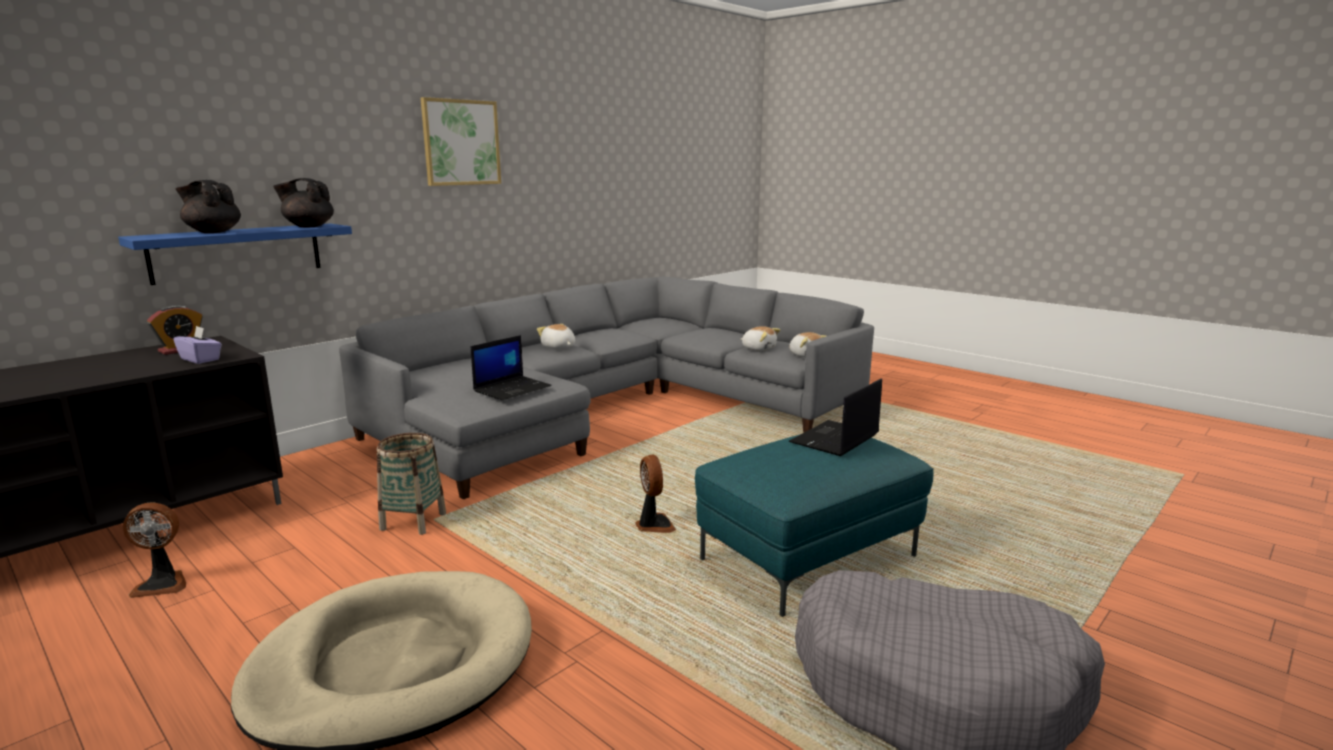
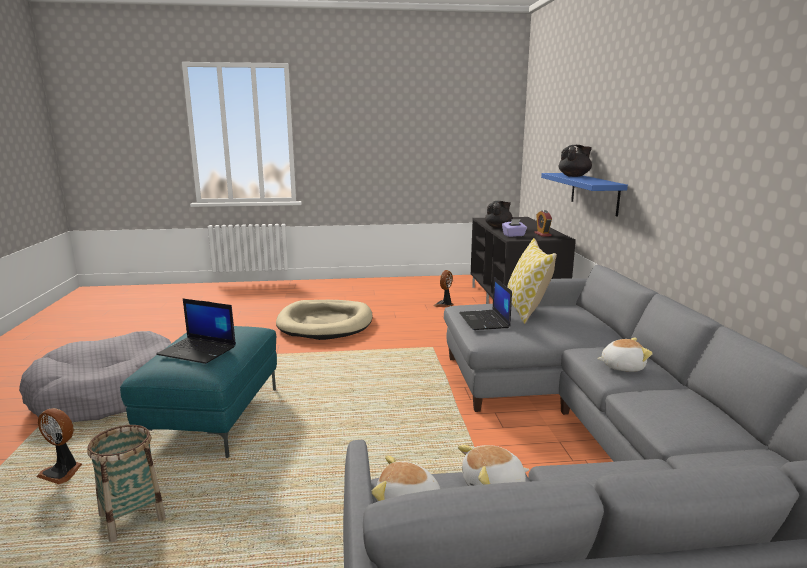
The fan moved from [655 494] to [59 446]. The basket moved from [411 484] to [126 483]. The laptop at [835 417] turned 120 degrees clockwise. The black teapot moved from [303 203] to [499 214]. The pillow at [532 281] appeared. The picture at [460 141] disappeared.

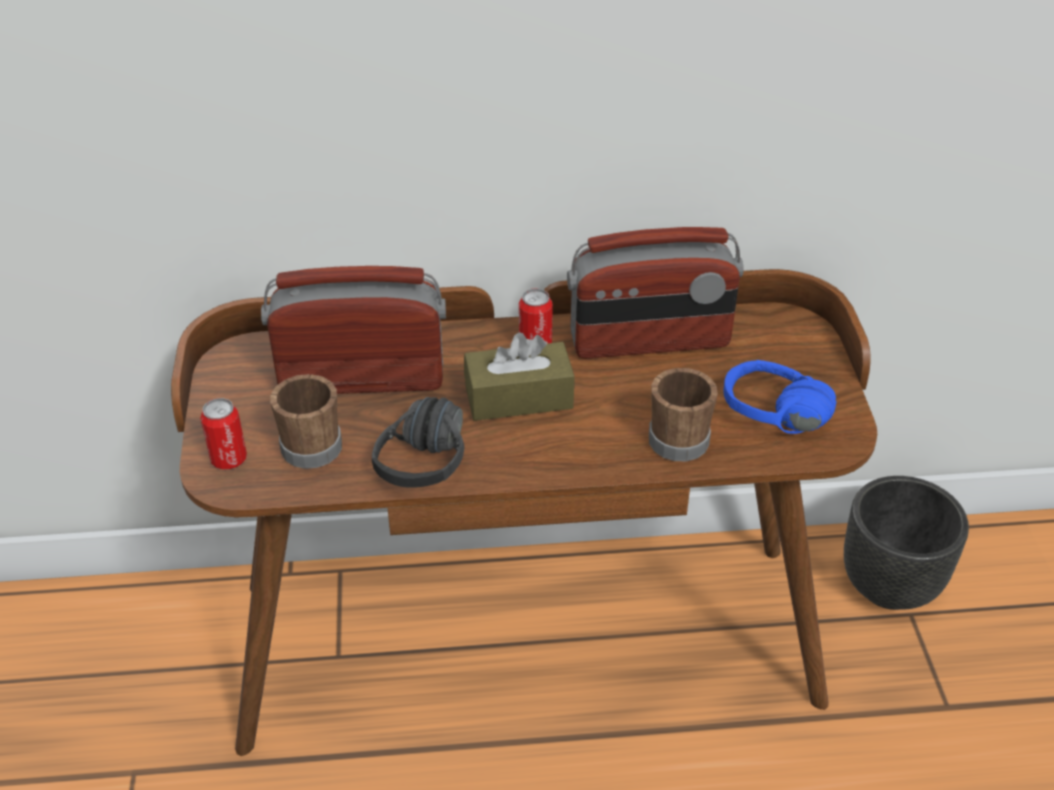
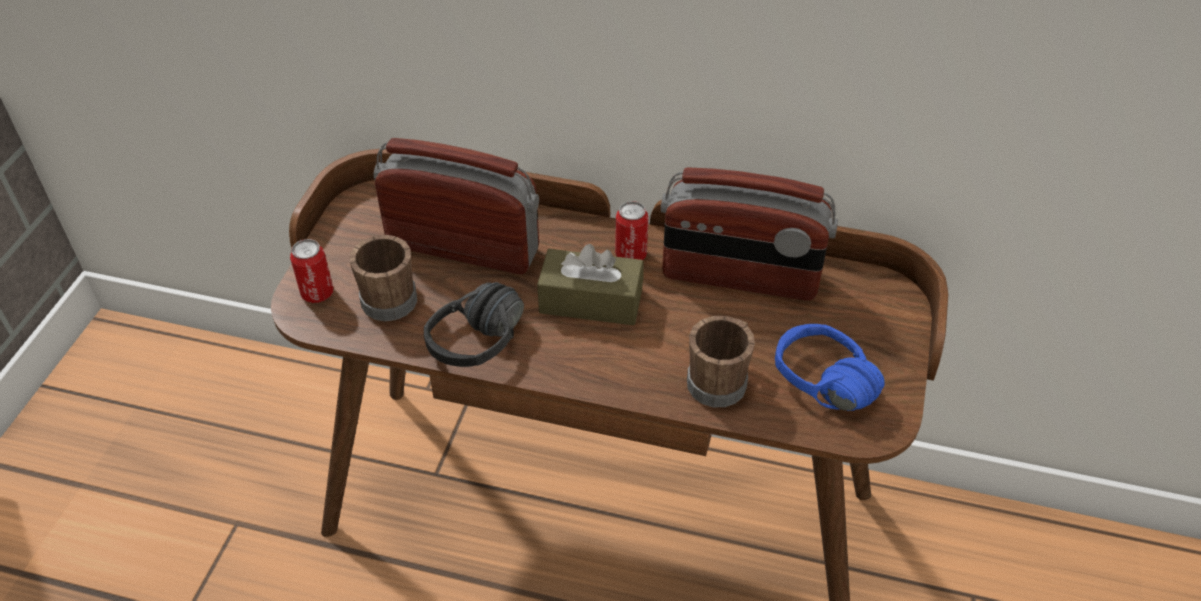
The black planter at [906 543] disappeared.

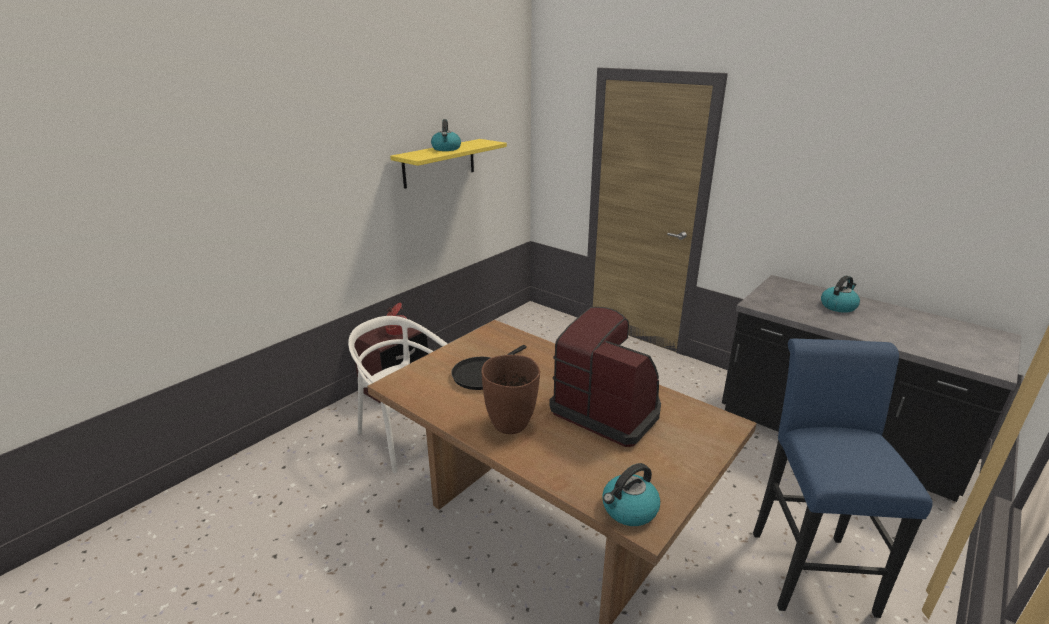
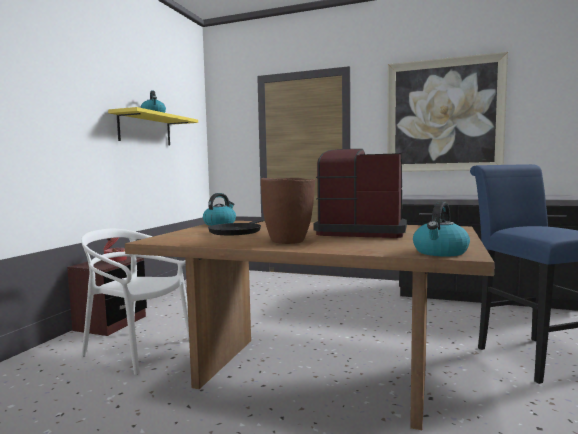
The kettle moved from [840 294] to [219 209]. The picture at [447 112] appeared.

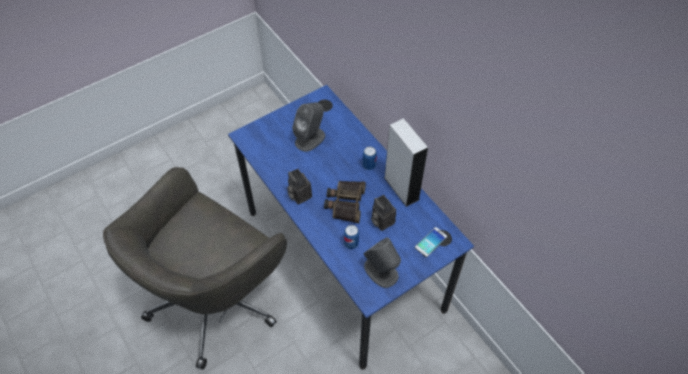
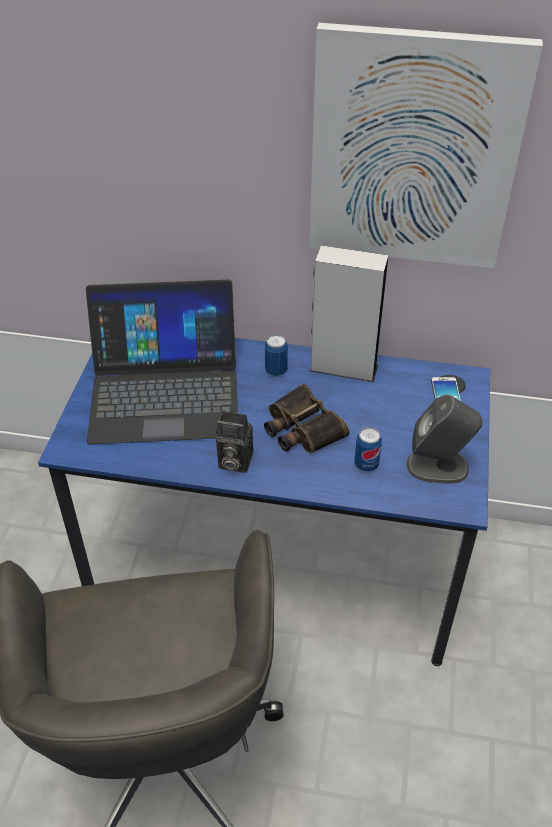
The grey speaker at [308 127] was replaced by the laptop at [162 362]. The picture at [426 145] appeared. The photo camera at [383 213] disappeared.

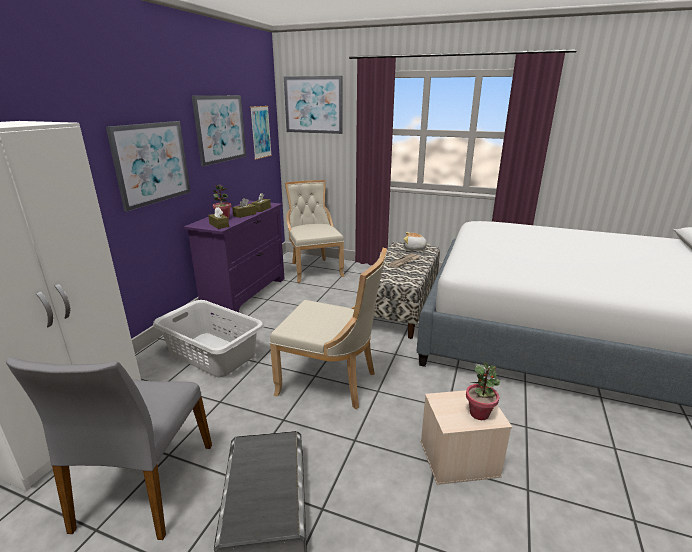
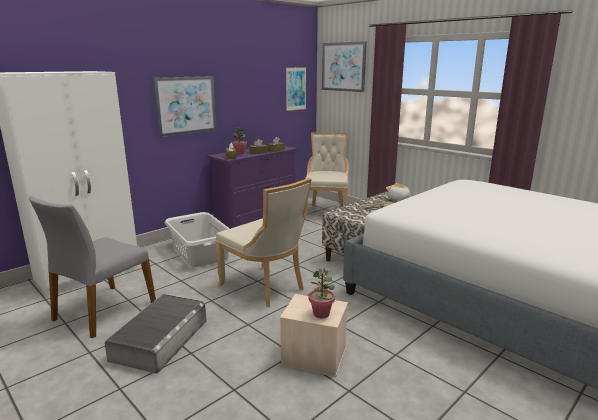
The picture at [219 130] disappeared.

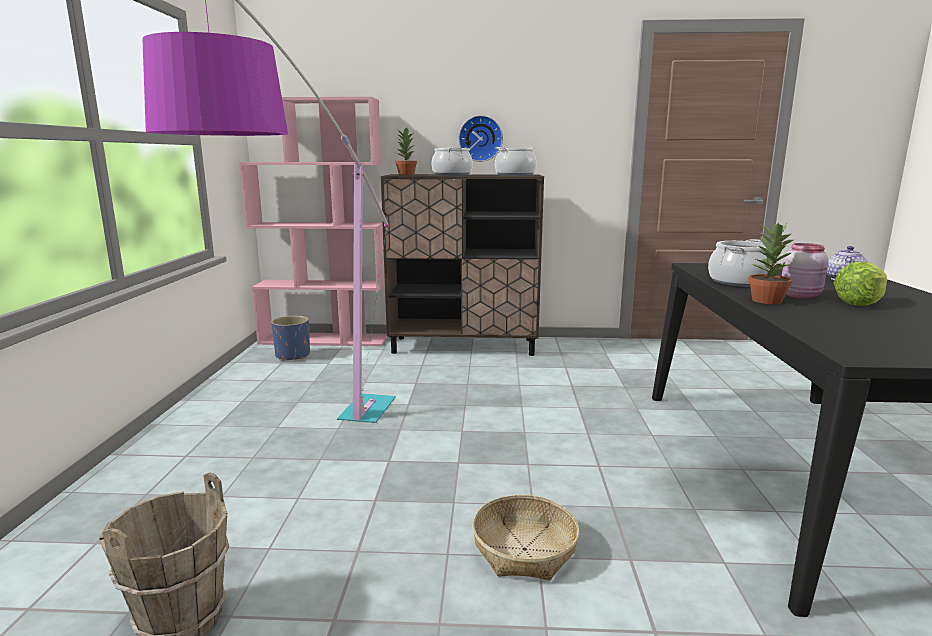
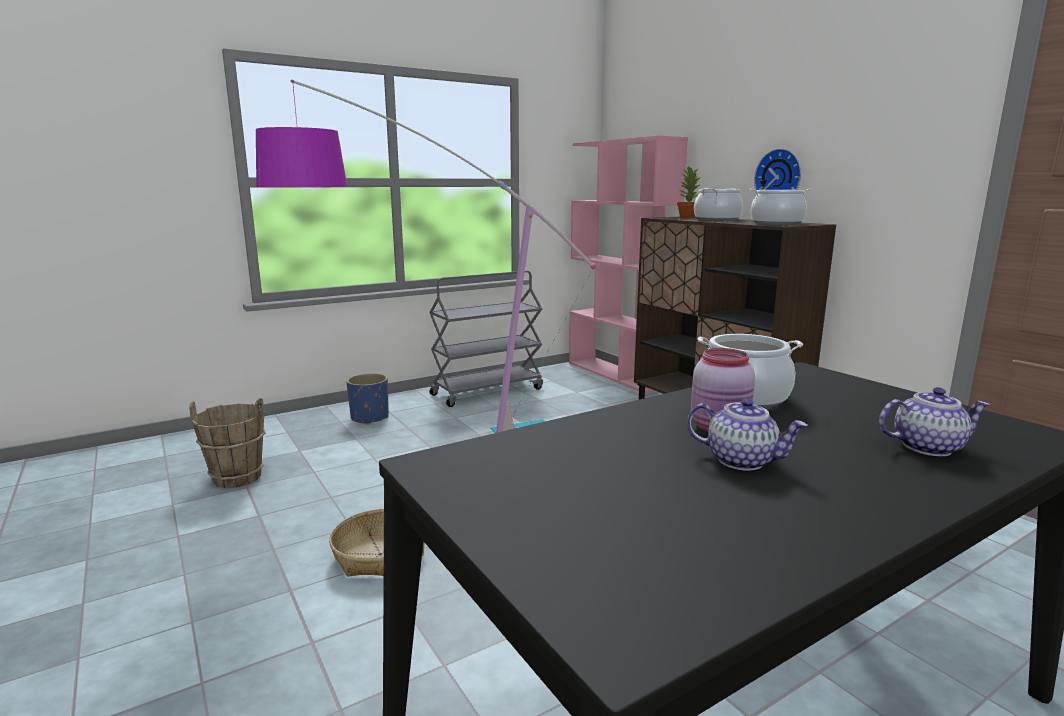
The blue planter moved from [290 338] to [367 399]. The grey cart at [486 339] appeared. The lettuce at [860 283] was replaced by the teapot at [747 434]. The potted plant at [771 263] disappeared.

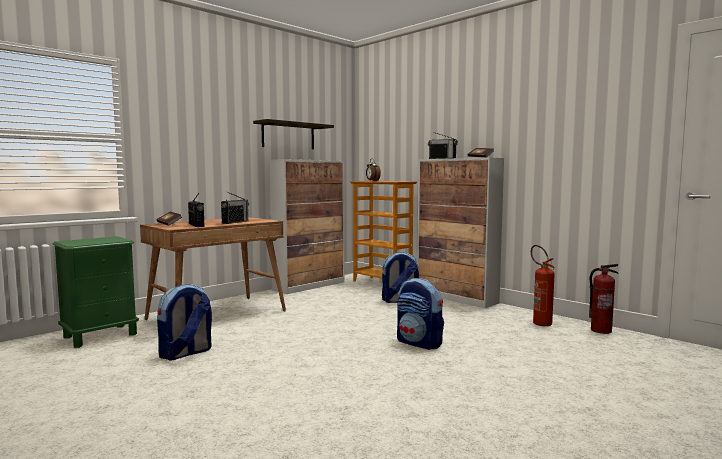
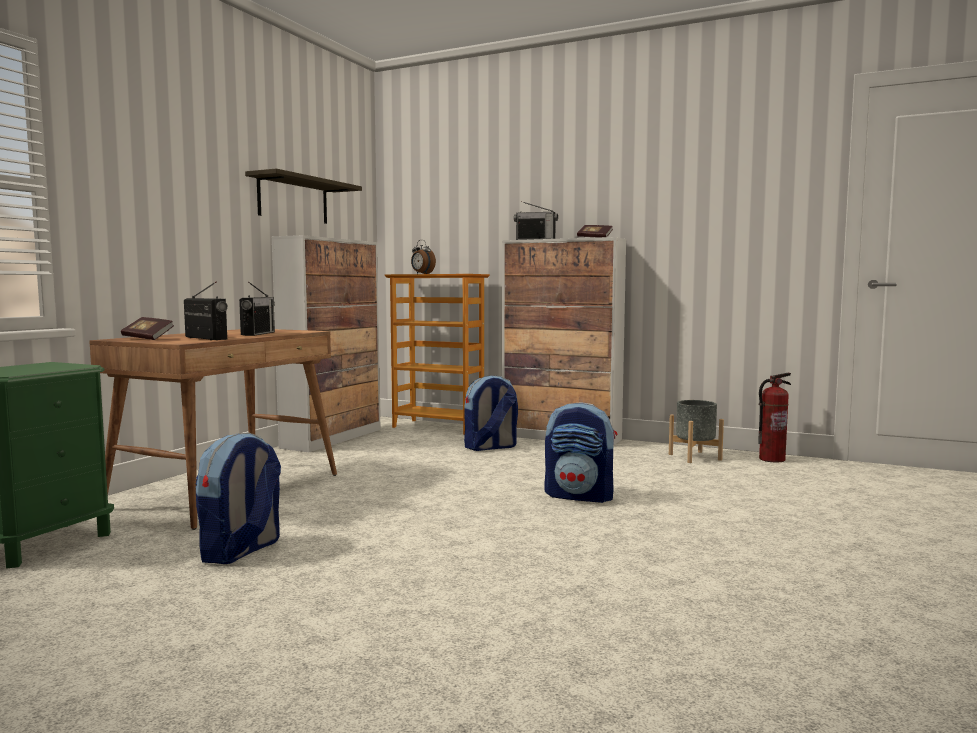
The fire extinguisher at [543 285] was replaced by the grey planter at [696 431].

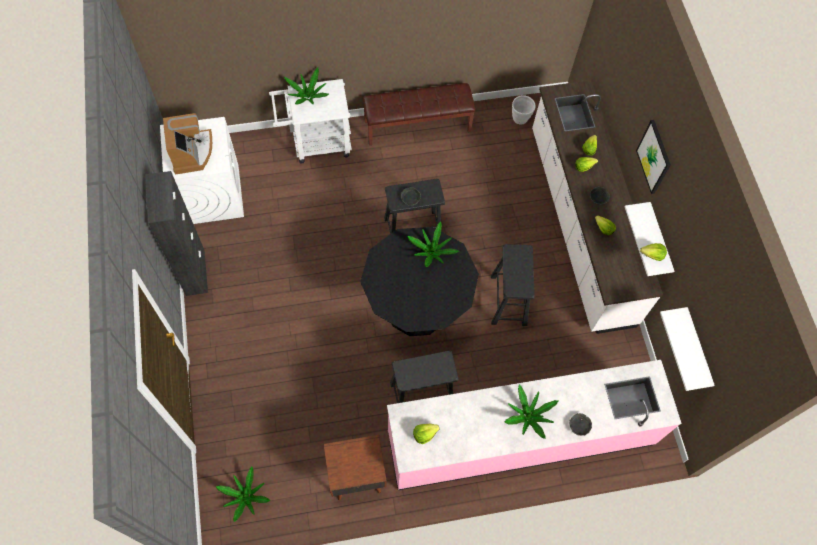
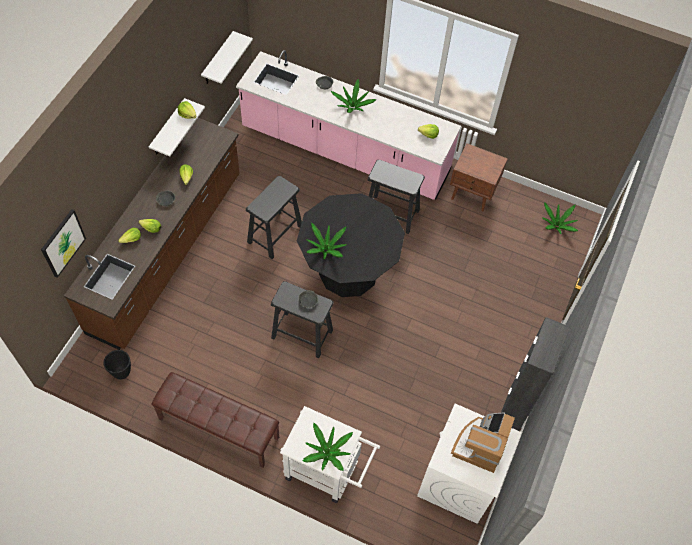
The picture moved from [653 157] to [63 243]. The white counter at [597 207] became the brown counter at [152 234]. The white planter at [524 109] became the black planter at [117 365].

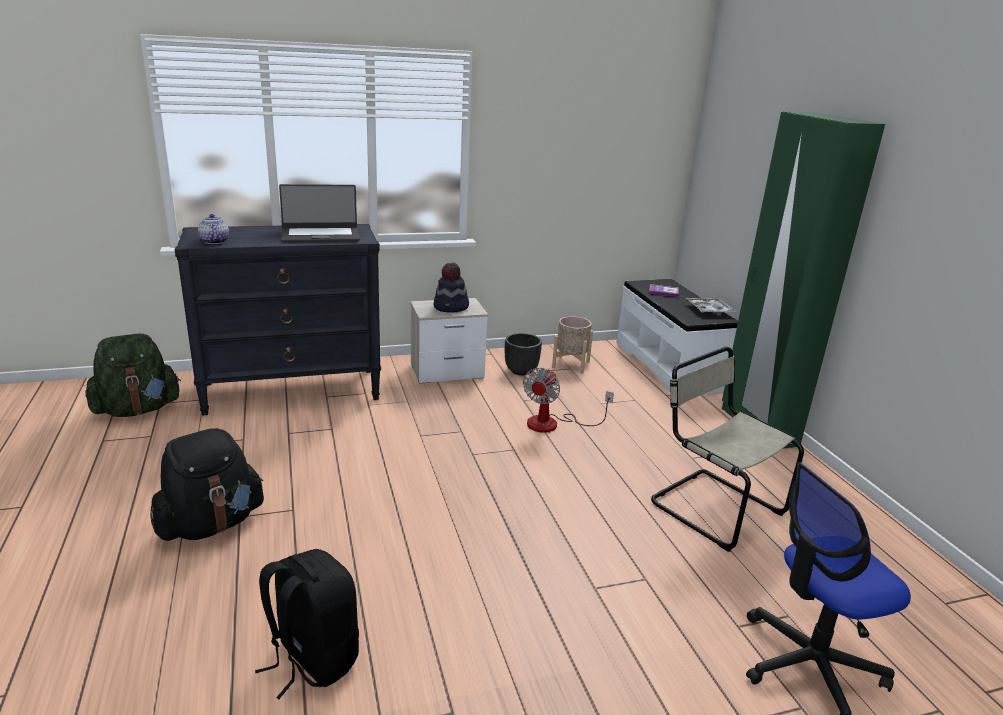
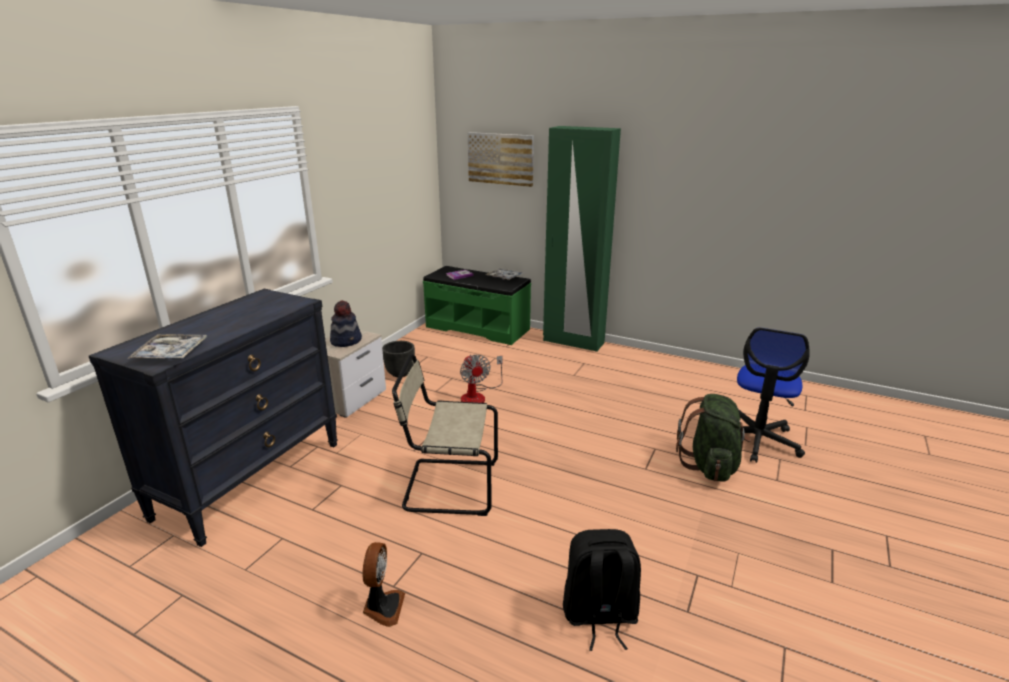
The teapot at [213 229] was replaced by the tray at [167 347]. The black backpack at [207 484] was replaced by the fan at [383 584]. The beige chair moved from [727 449] to [445 435]. The white bench at [677 336] became the green bench at [477 305]. The picture at [501 159] appeared. The green backpack moved from [133 375] to [713 438]. The laptop at [319 213] disappeared. The beige planter at [572 345] disappeared.

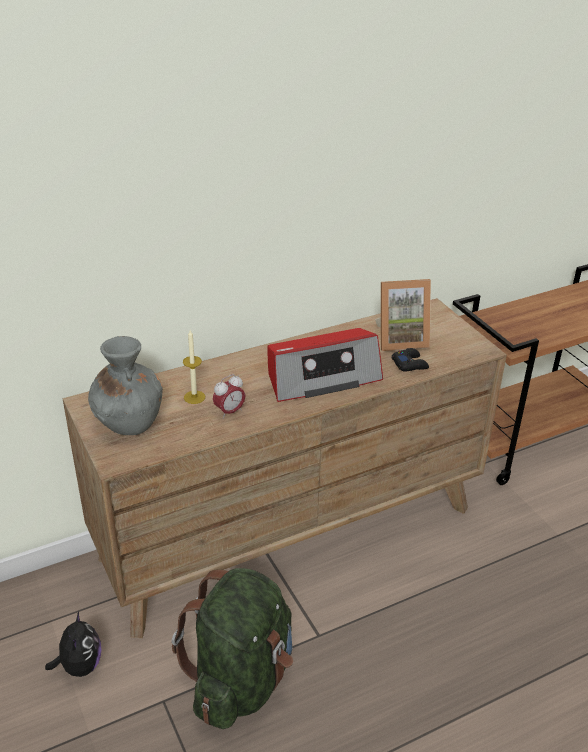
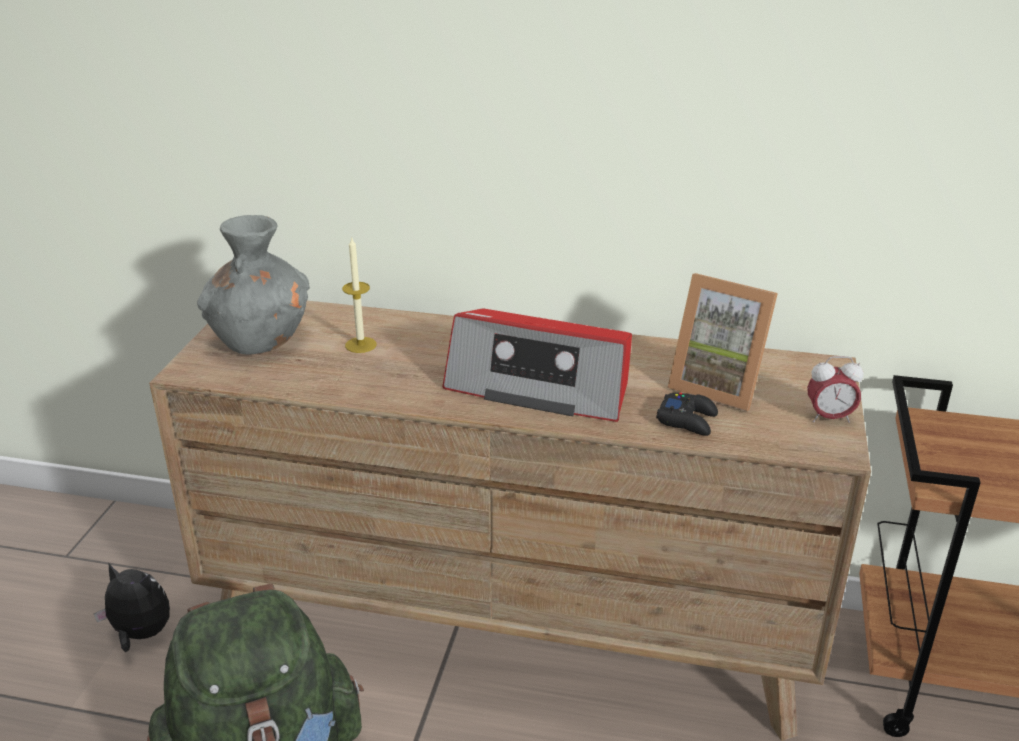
The plush toy at [73 644] turned 105 degrees counterclockwise. The alarm clock moved from [229 396] to [835 389].

